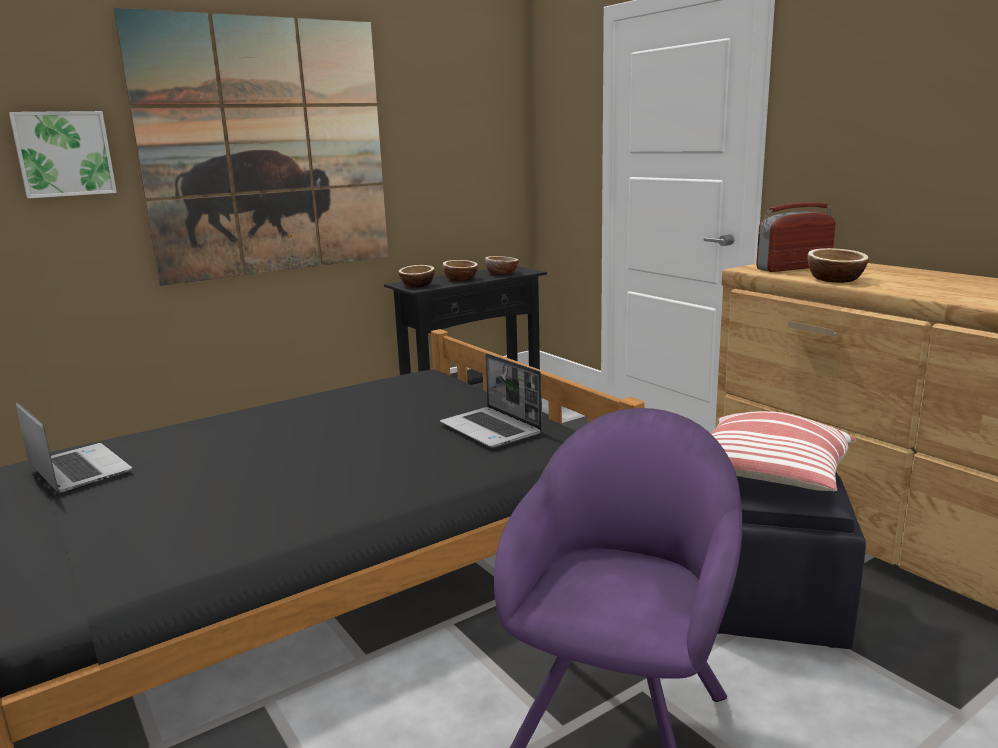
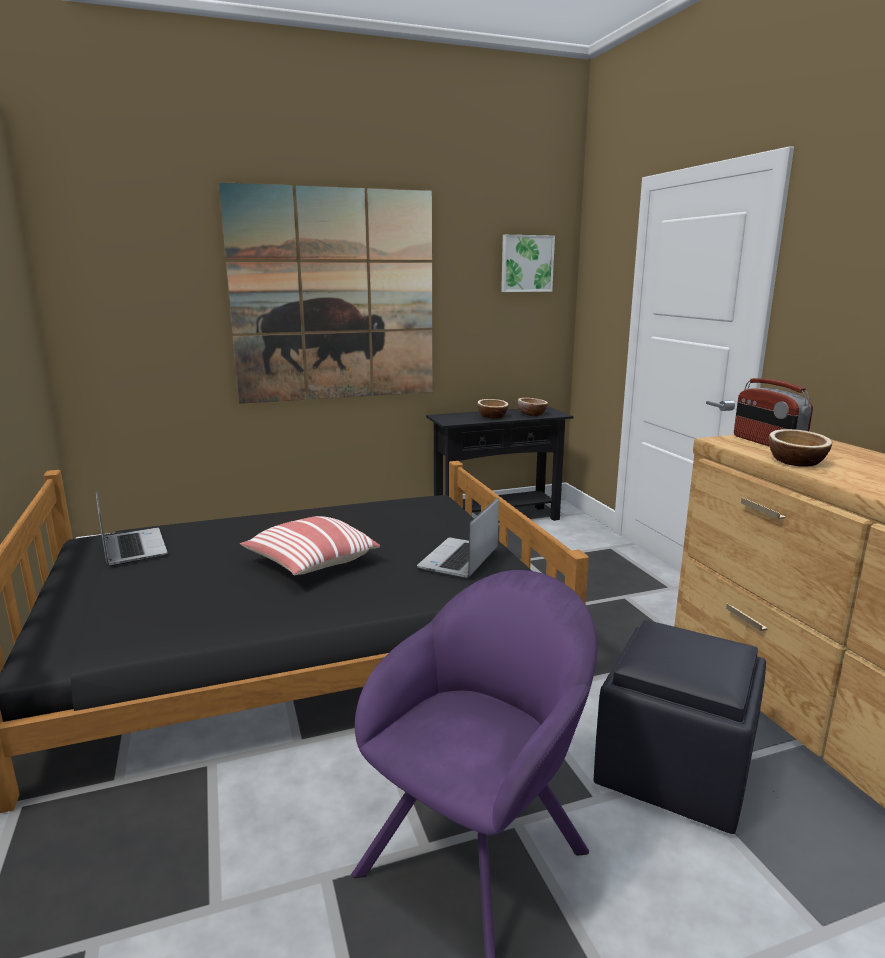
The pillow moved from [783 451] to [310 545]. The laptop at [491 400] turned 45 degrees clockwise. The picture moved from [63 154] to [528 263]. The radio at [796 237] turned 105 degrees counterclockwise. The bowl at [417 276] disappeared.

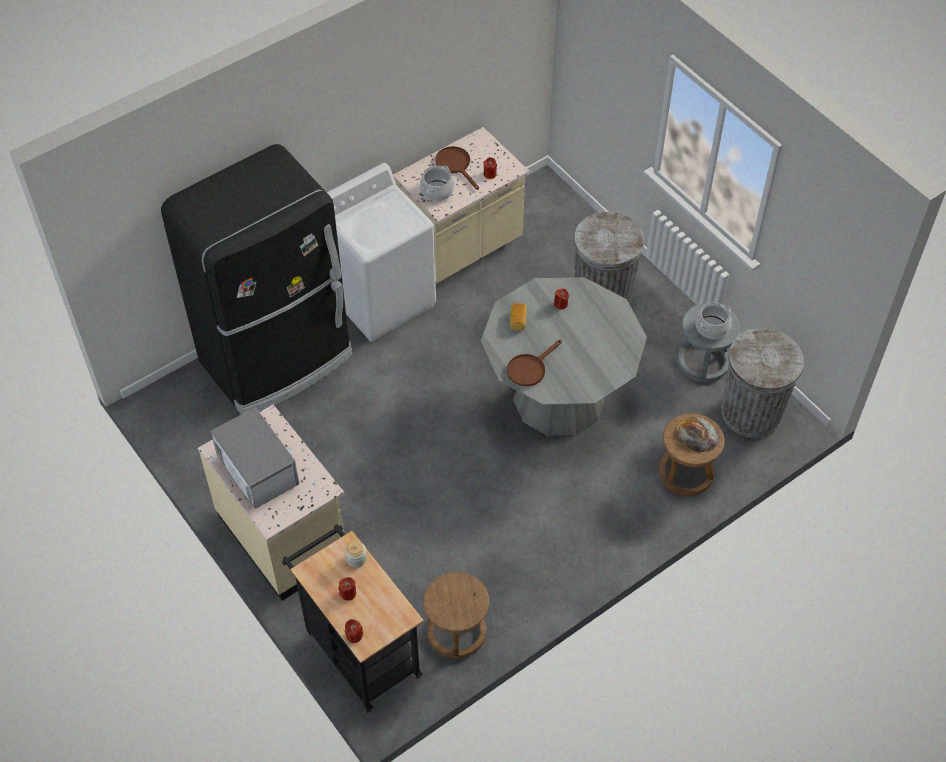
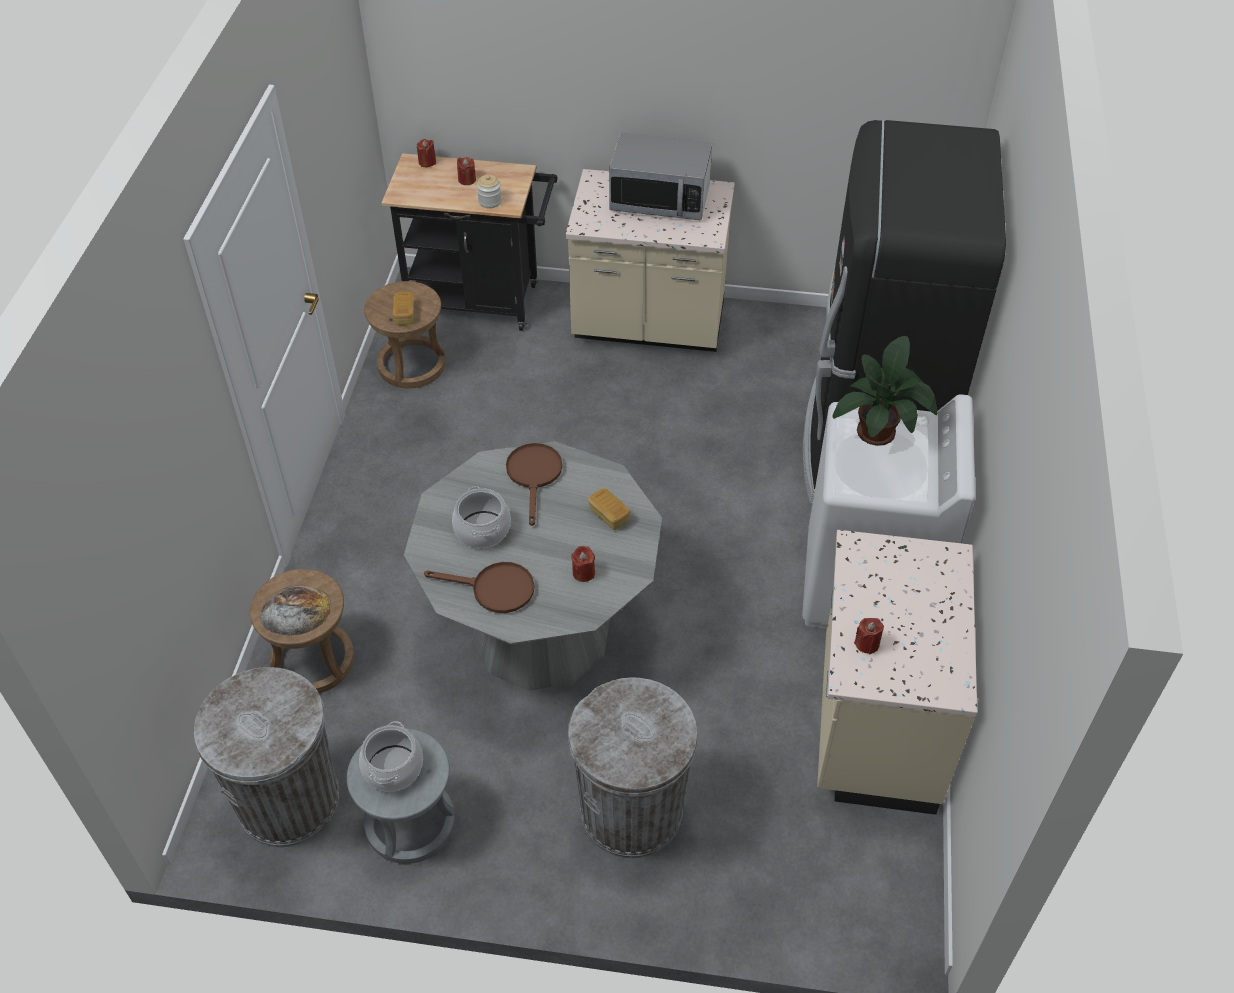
The bread at [403 308] appeared. The brown frying pan moved from [457 168] to [479 587]. The cooking pot moved from [437 183] to [481 517]. The potted plant at [885 391] appeared.

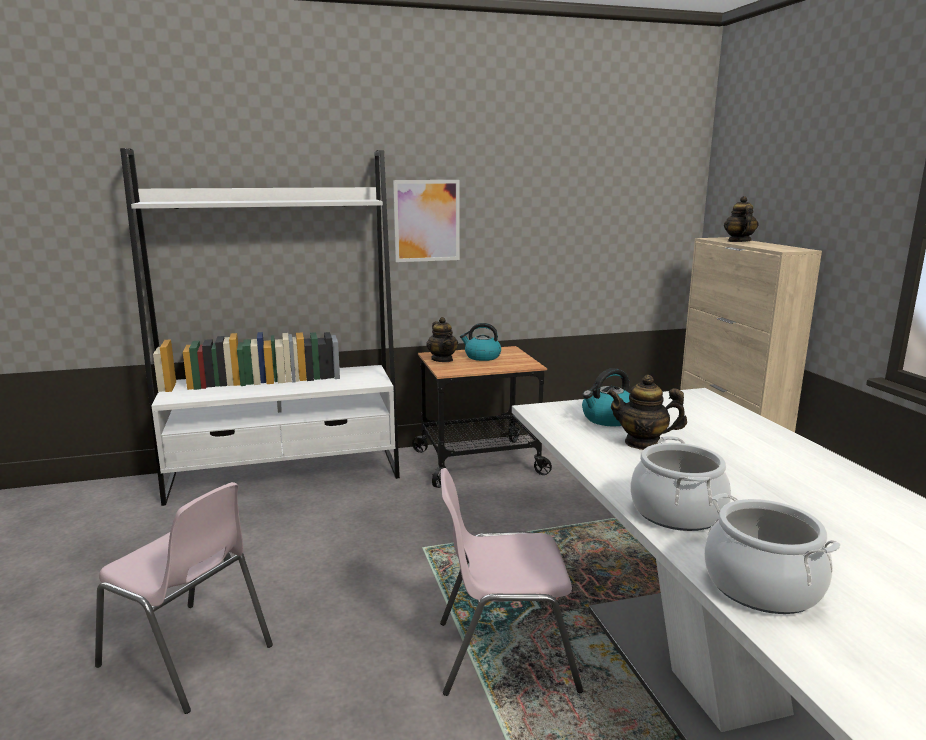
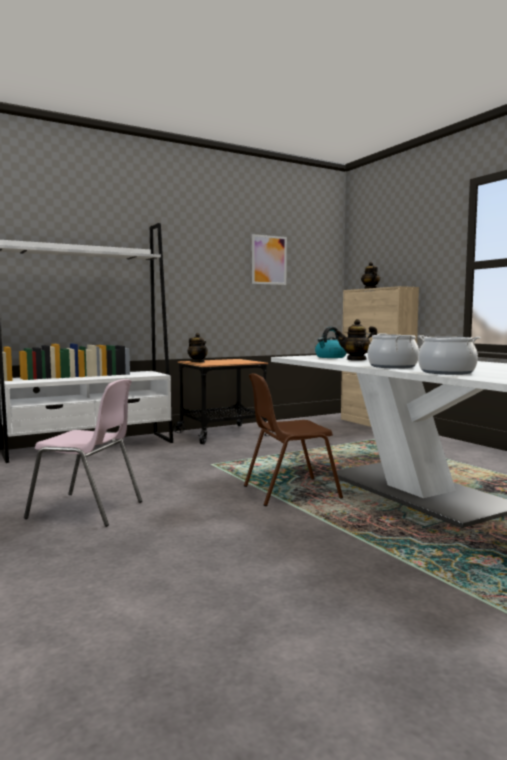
The pink chair at [511 582] became the brown chair at [293 439]. The picture moved from [426 221] to [269 259]. The kettle at [480 342] disappeared.

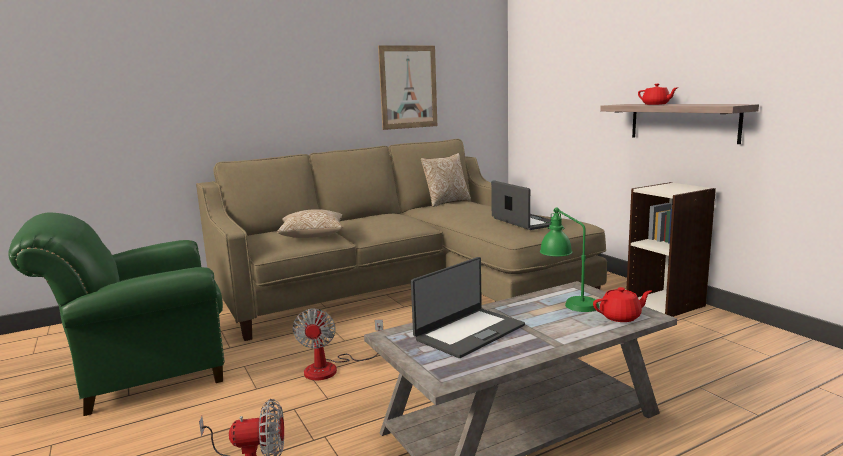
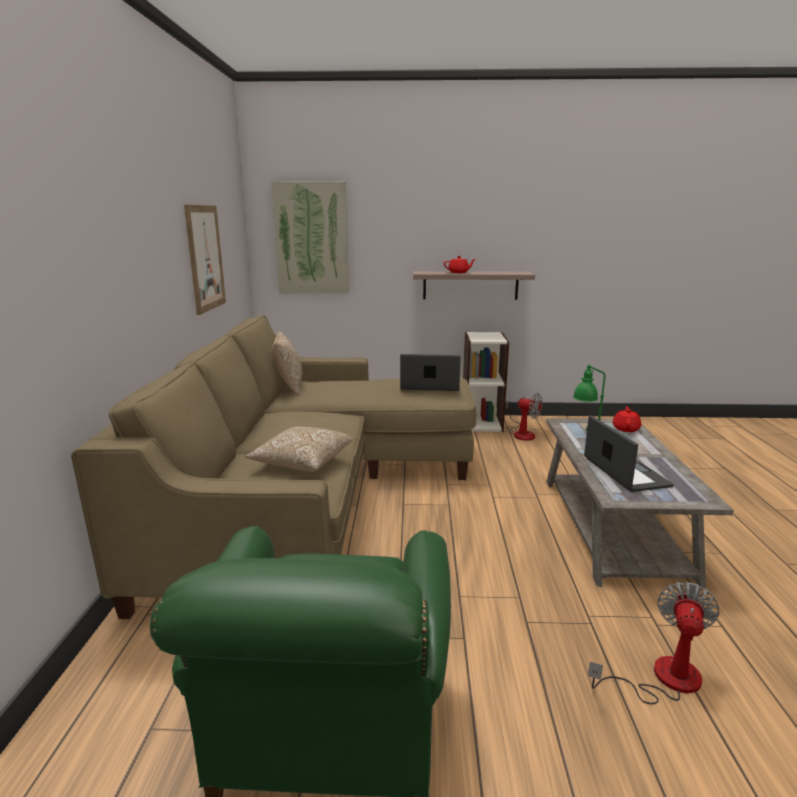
The picture at [310 237] appeared. The fan moved from [337 344] to [524 417].

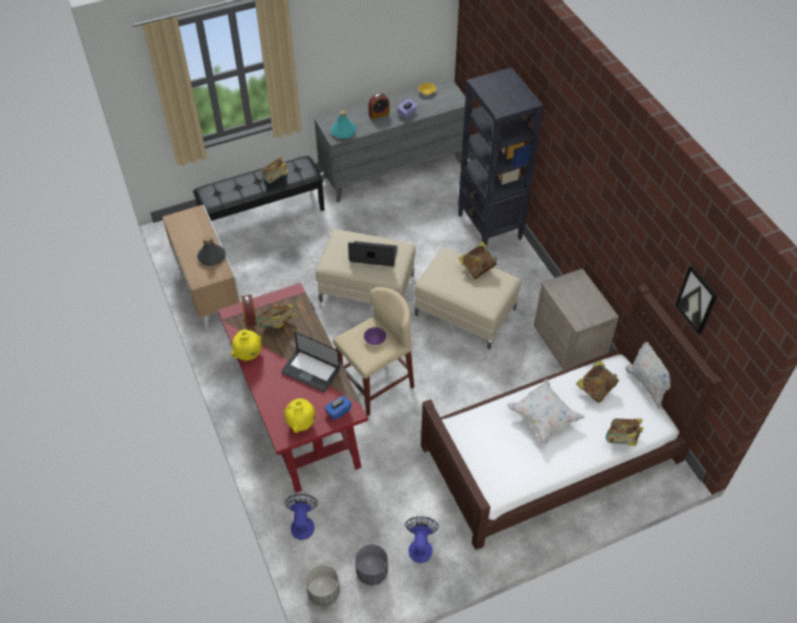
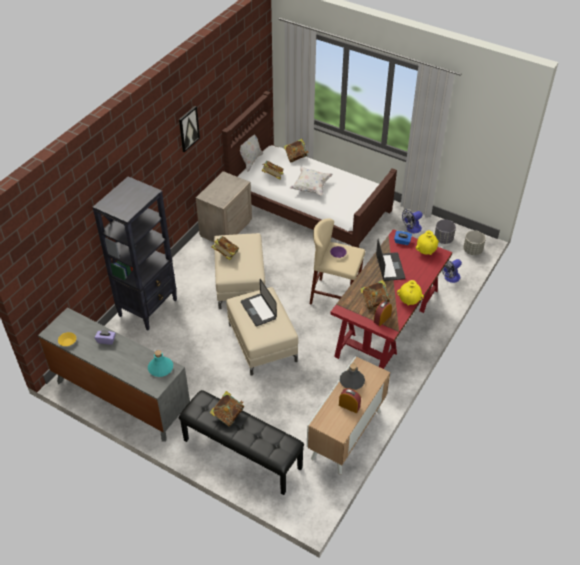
The picture moved from [696 300] to [189 129]. The alarm clock moved from [379 106] to [350 400].

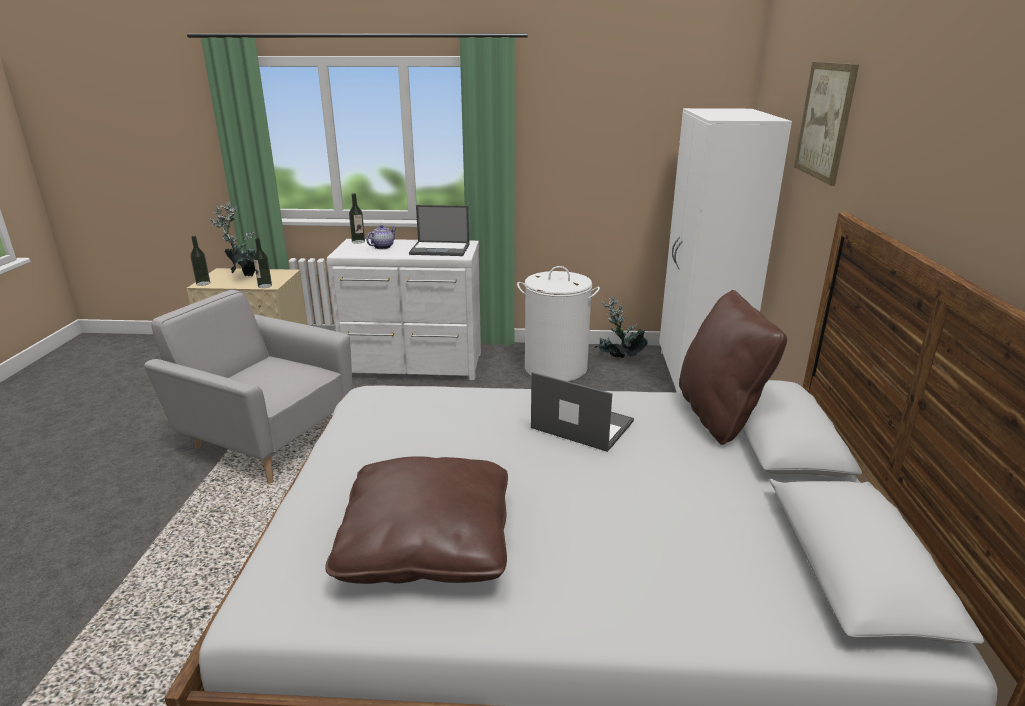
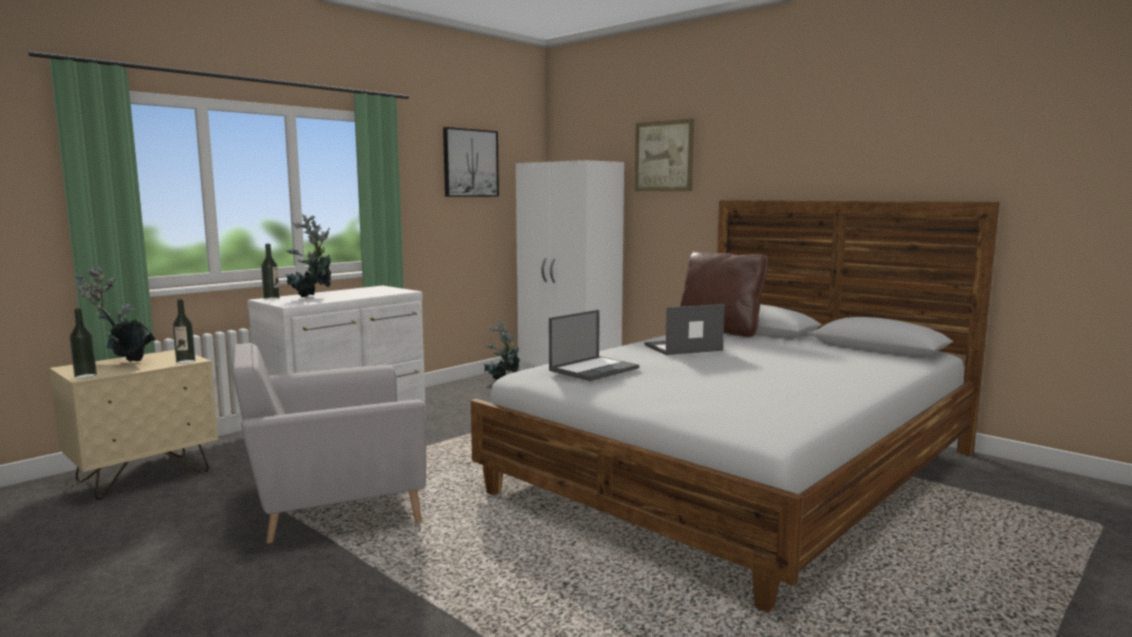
The teapot at [381 237] was replaced by the potted plant at [308 255]. The picture at [471 162] appeared. The laptop moved from [439 230] to [594 345]. The brown pillow at [416 520] disappeared. The white laundry basket at [558 323] disappeared.

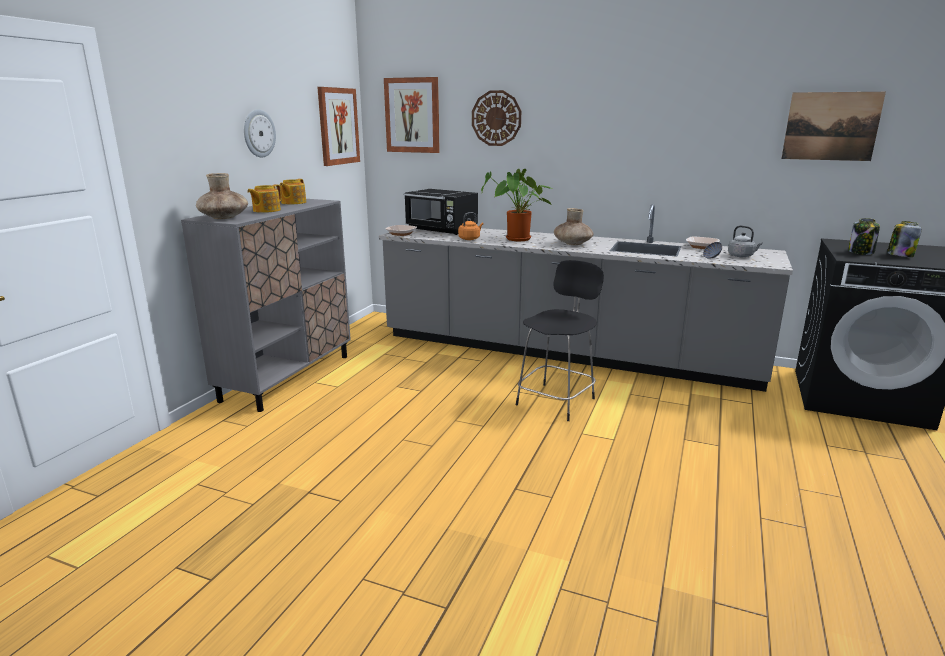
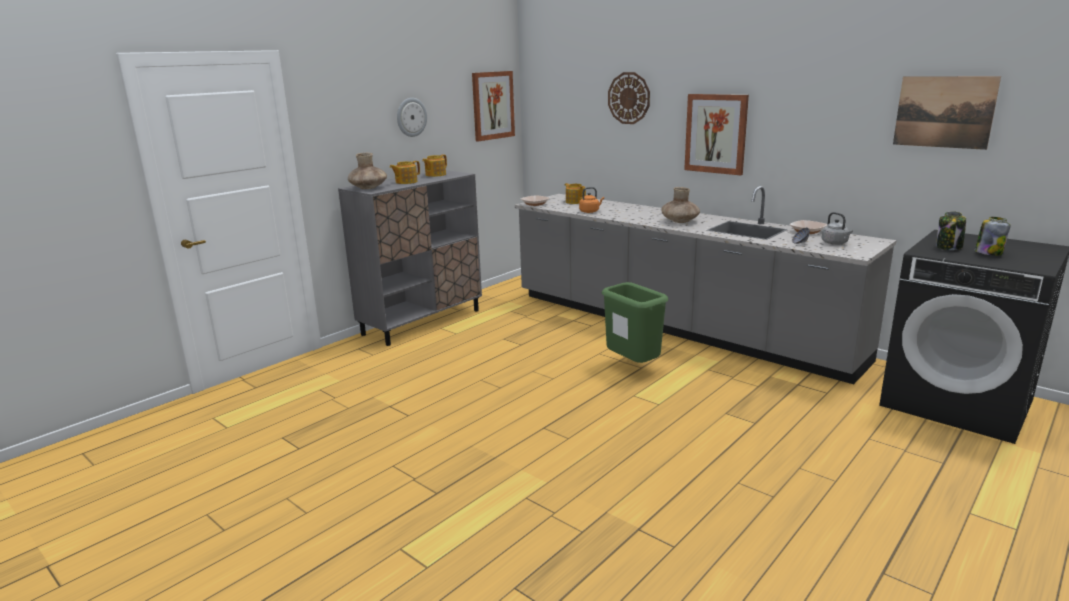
The black microwave at [441 212] was replaced by the teapot at [575 193]. The black stool at [560 340] was replaced by the green trash can at [635 322]. The picture moved from [412 115] to [716 134]. The potted plant at [516 205] disappeared.

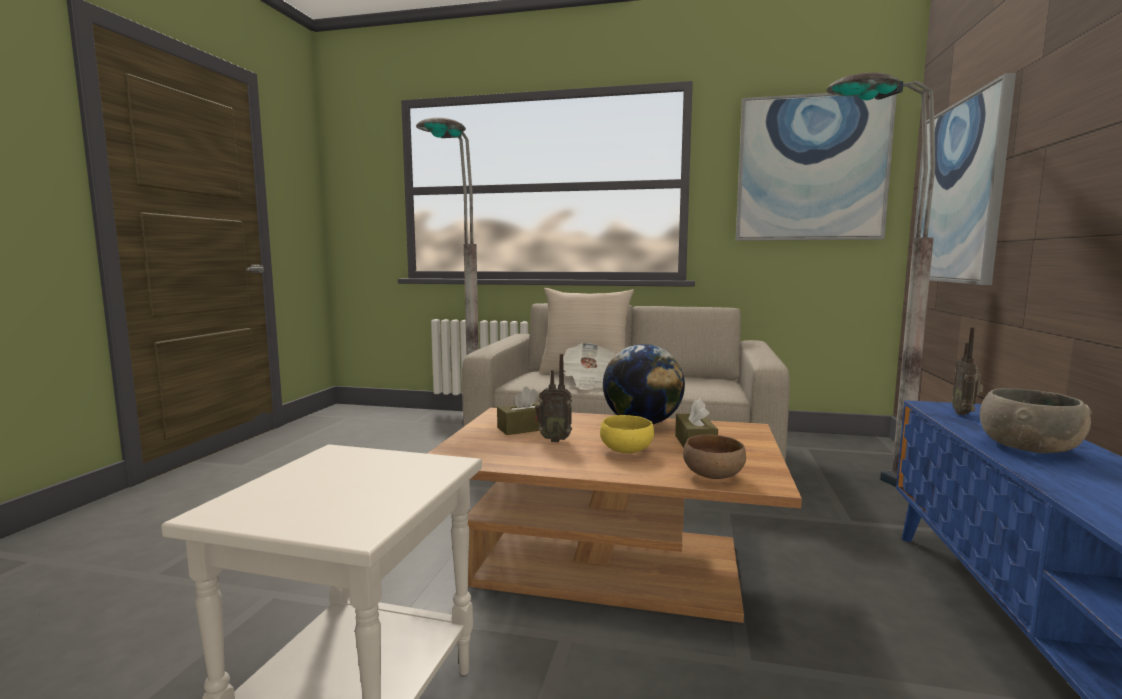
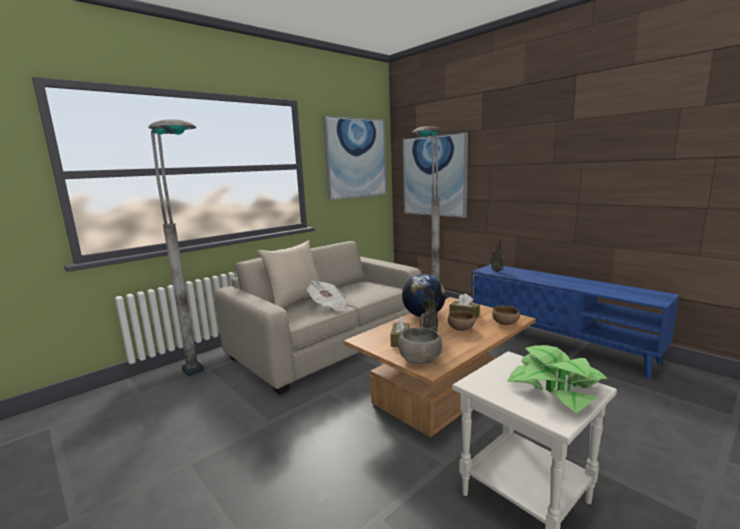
The grey bowl moved from [1036 420] to [420 345]. The yellow bowl at [627 434] became the brown bowl at [461 321]. The potted plant at [557 379] appeared.

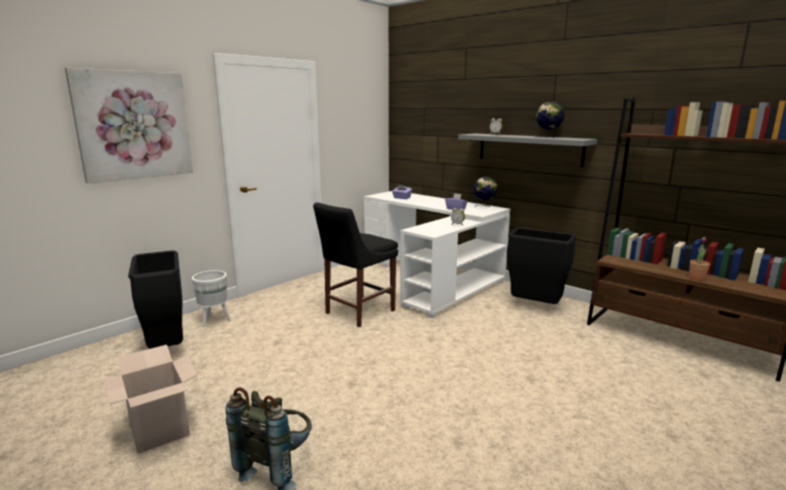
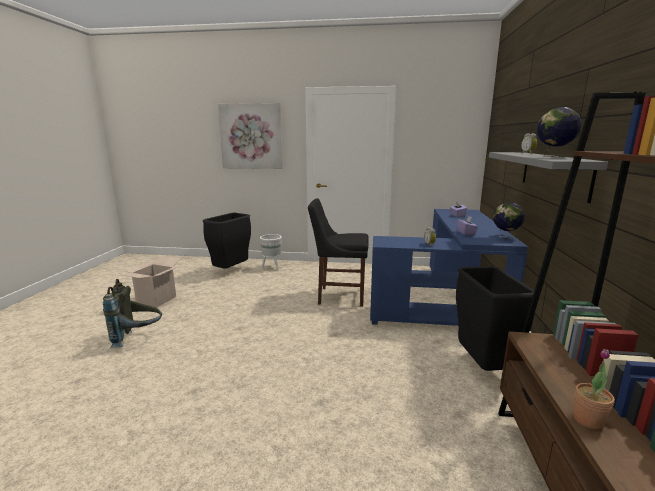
The white desk at [437 255] became the blue desk at [449 267].

